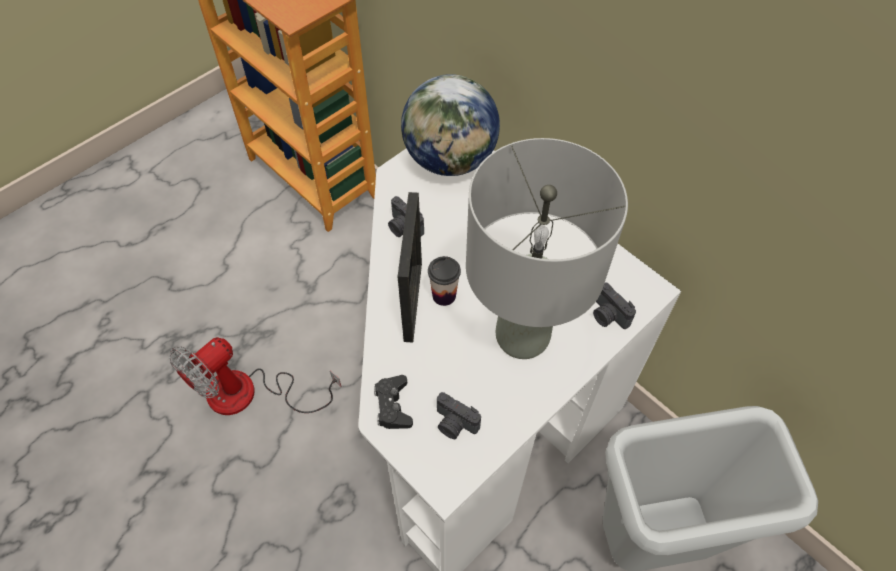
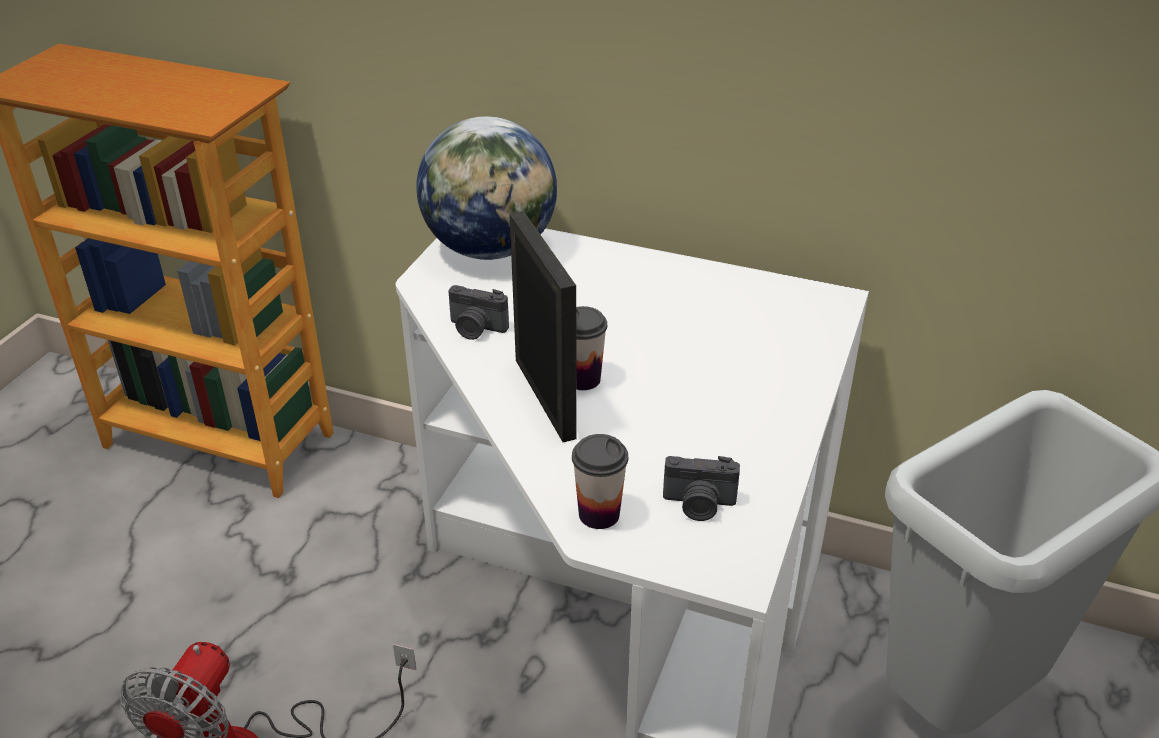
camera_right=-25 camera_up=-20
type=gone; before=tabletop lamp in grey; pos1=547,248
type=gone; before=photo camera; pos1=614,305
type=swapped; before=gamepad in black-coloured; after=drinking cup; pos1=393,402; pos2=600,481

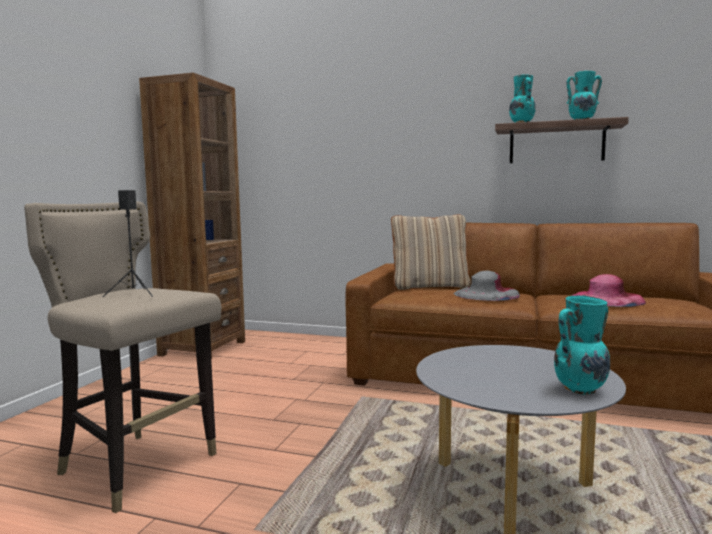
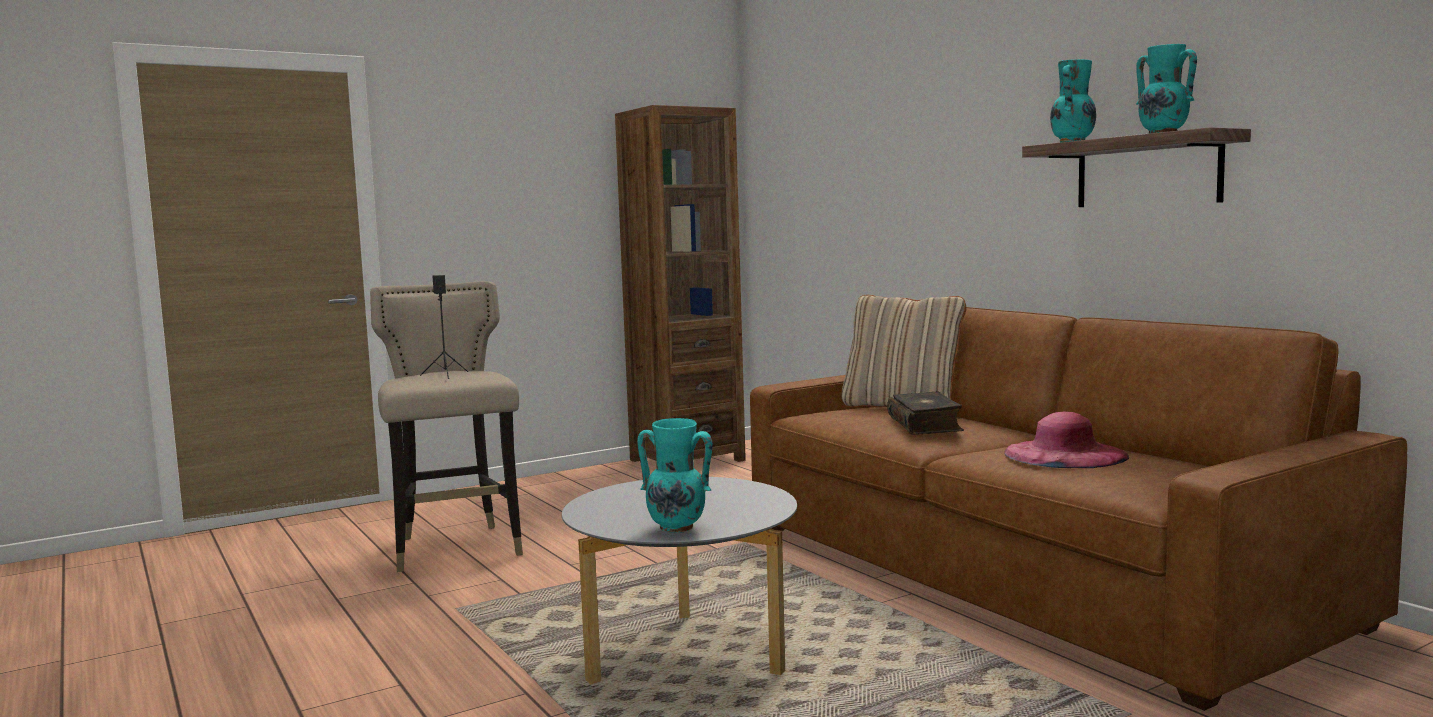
camera_right=40 camera_up=0
type=swapped; before=wearable hat in grey; after=bound book; pos1=487,286; pos2=925,413

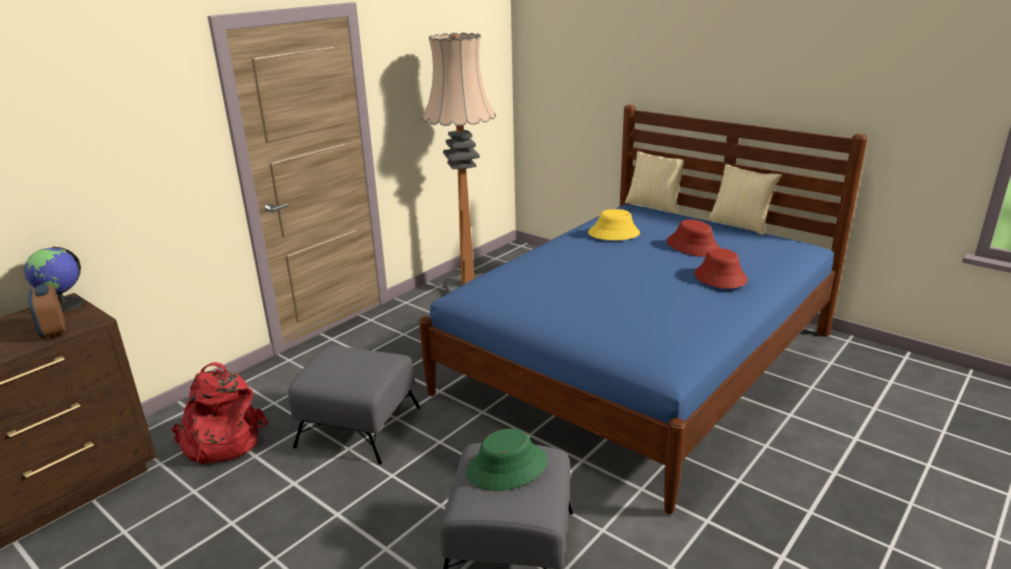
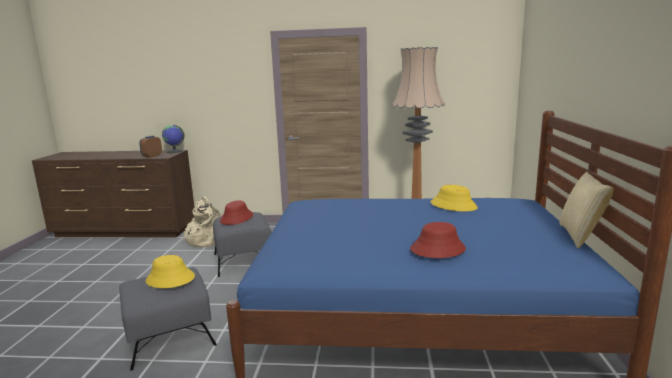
camera_right=55 camera_up=-10
type=gone; before=cushion; pos1=654,182
type=shifted; before=wearable hat in reddish; pos1=693,238; pos2=236,212
type=repainted; before=rucksack in reddish; after=rucksack in beige-coloured; pos1=219,413; pos2=202,221
type=repainted; before=wearable hat in green; after=wearable hat in yellow; pos1=506,459; pos2=170,271

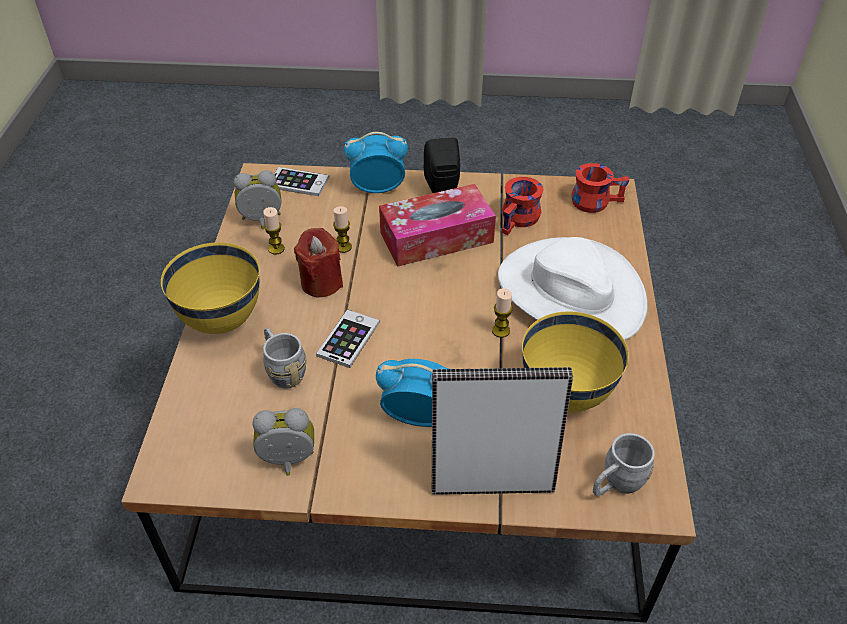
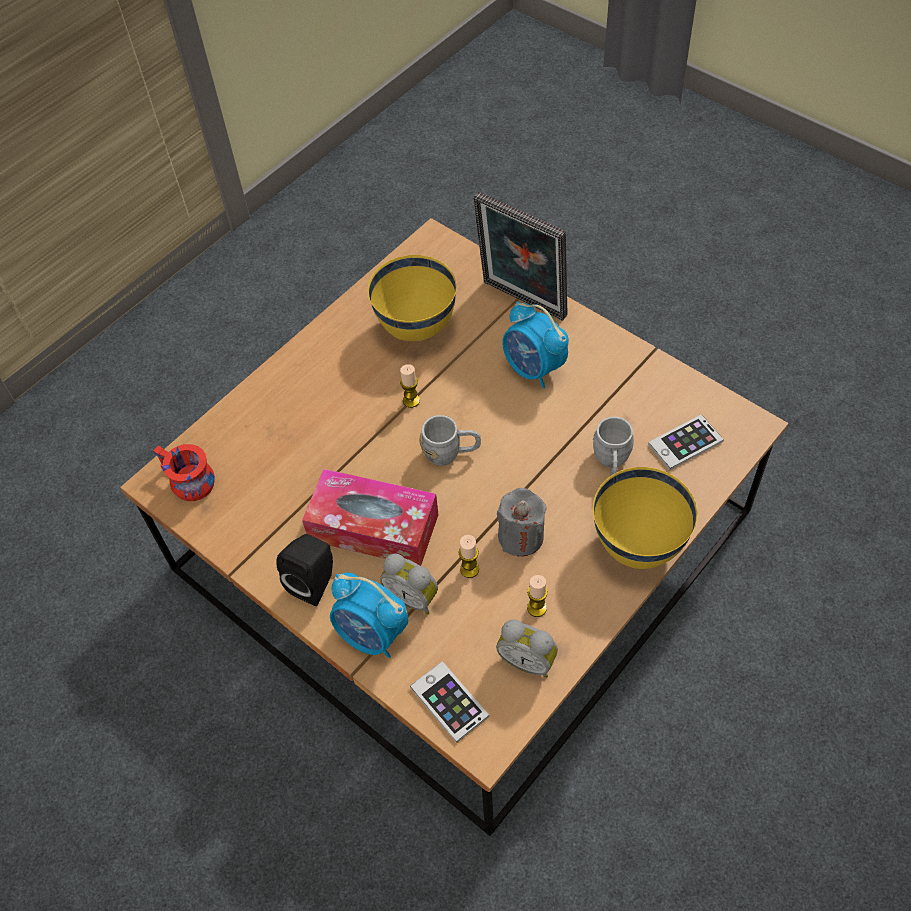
camera_right=-140 camera_up=10
type=gone; before=wearable hat in white; pos1=573,288
type=gone; before=coffee mug in reddish; pos1=522,206
type=shifted; before=alarm clock; pos1=283,442; pos2=409,584
type=shifted; before=handset; pos1=348,338; pos2=686,442
type=shifted; before=coffee mug in grey; pos1=624,464; pos2=450,440
type=repainted; before=wax light in reddish; after=wax light in grey; pos1=318,262; pos2=521,522

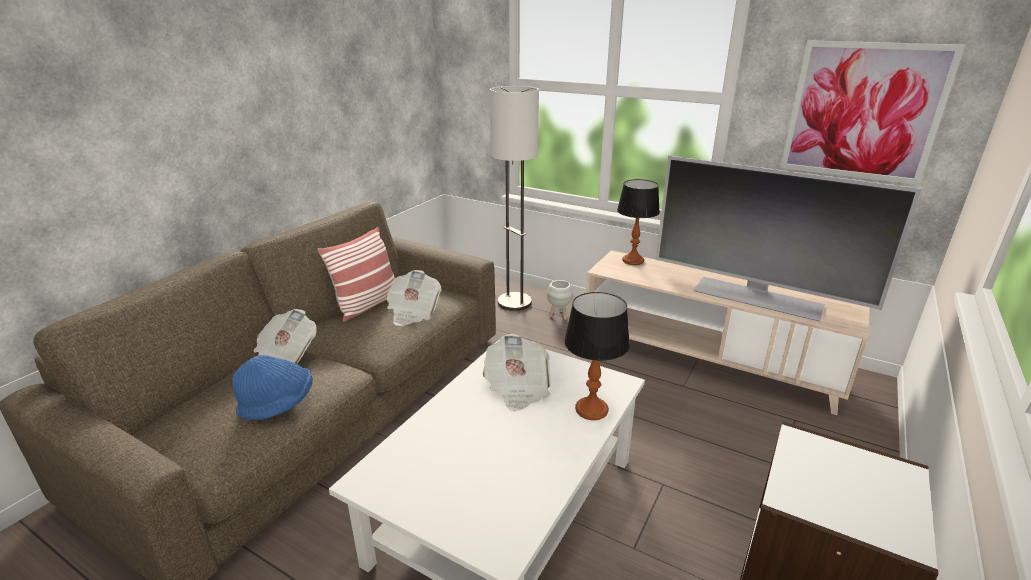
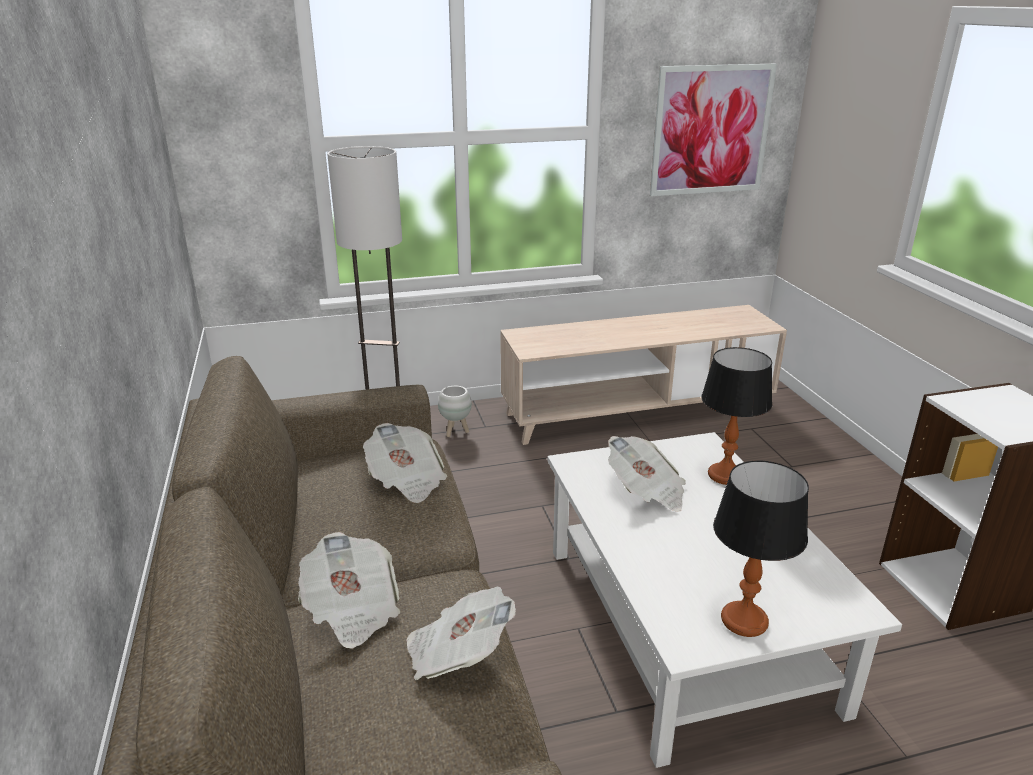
camera_right=-45 camera_up=0
type=gone; before=cushion; pos1=356,274
type=gone; before=TV set; pos1=789,239
type=shifted; before=tabletop lamp; pos1=638,222; pos2=761,549
type=swapped; before=wearable hat in blue; after=daily paper; pos1=273,387; pos2=461,633

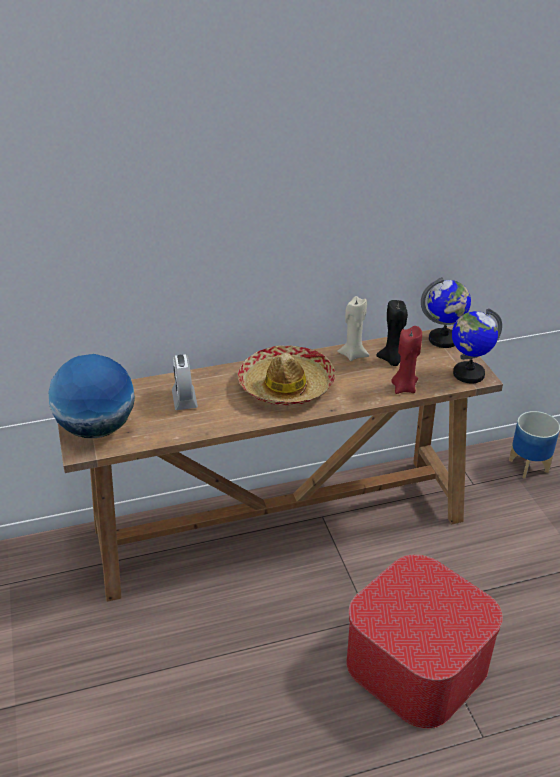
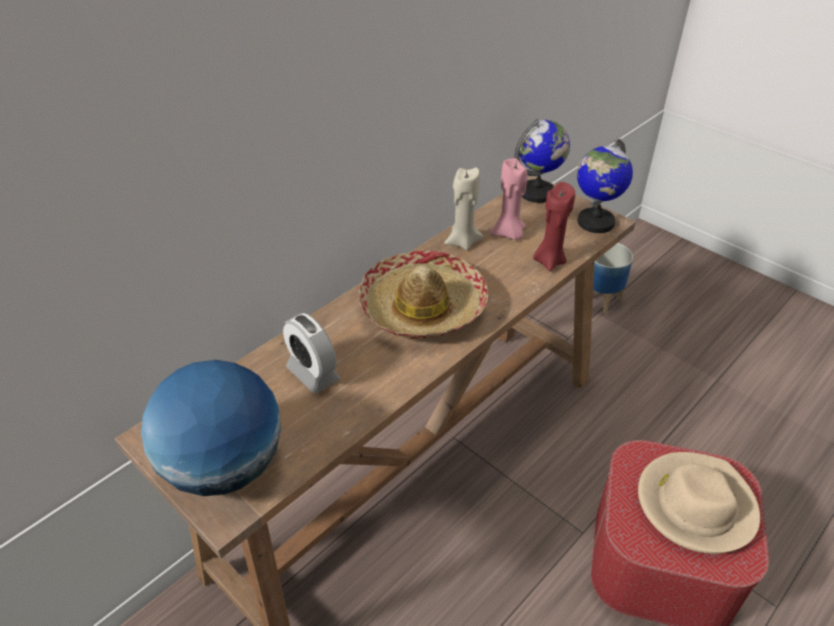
camera_right=-30 camera_up=5
type=new; after=wearable hat in beige-coloured; pos2=699,503
type=repainted; before=wax light in black-coloured; after=wax light in pink-coloured; pos1=392,333; pos2=509,199

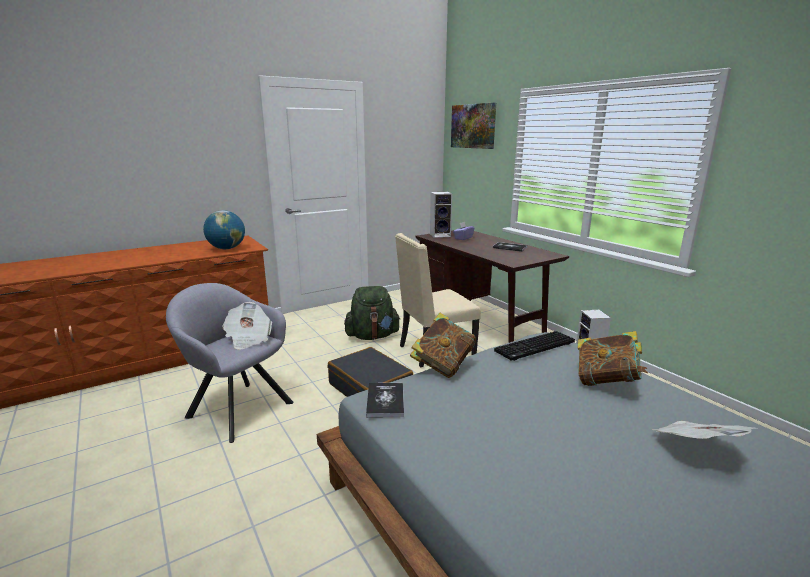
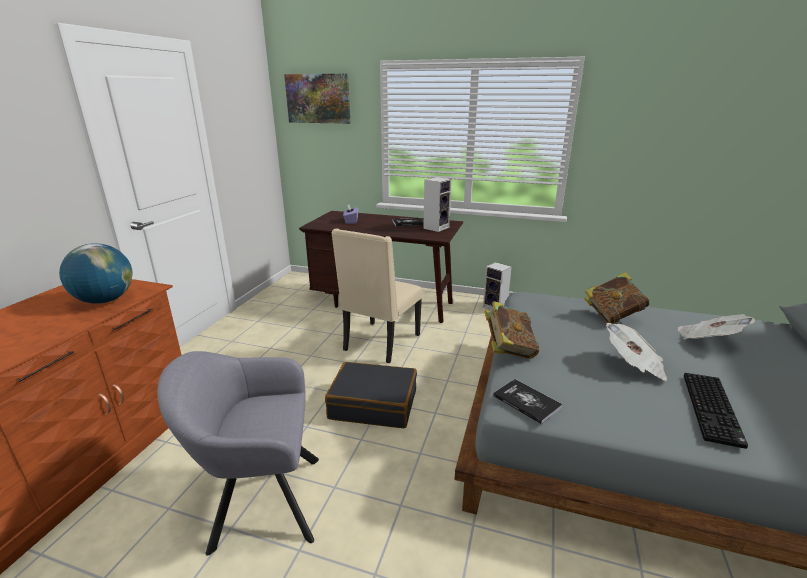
camera_right=-40 camera_up=5
type=gone; before=rucksack in green; pos1=372,313
type=shifted; before=daily paper; pos1=247,326; pos2=636,352
type=shifted; before=audio speaker; pos1=441,215; pos2=437,204
type=shifted; before=computer keyboard; pos1=534,346; pos2=716,411

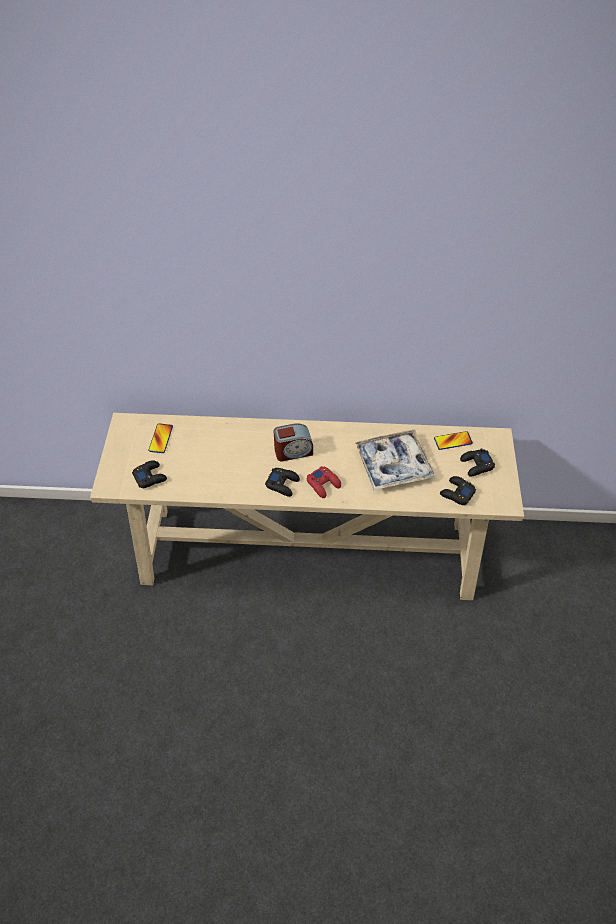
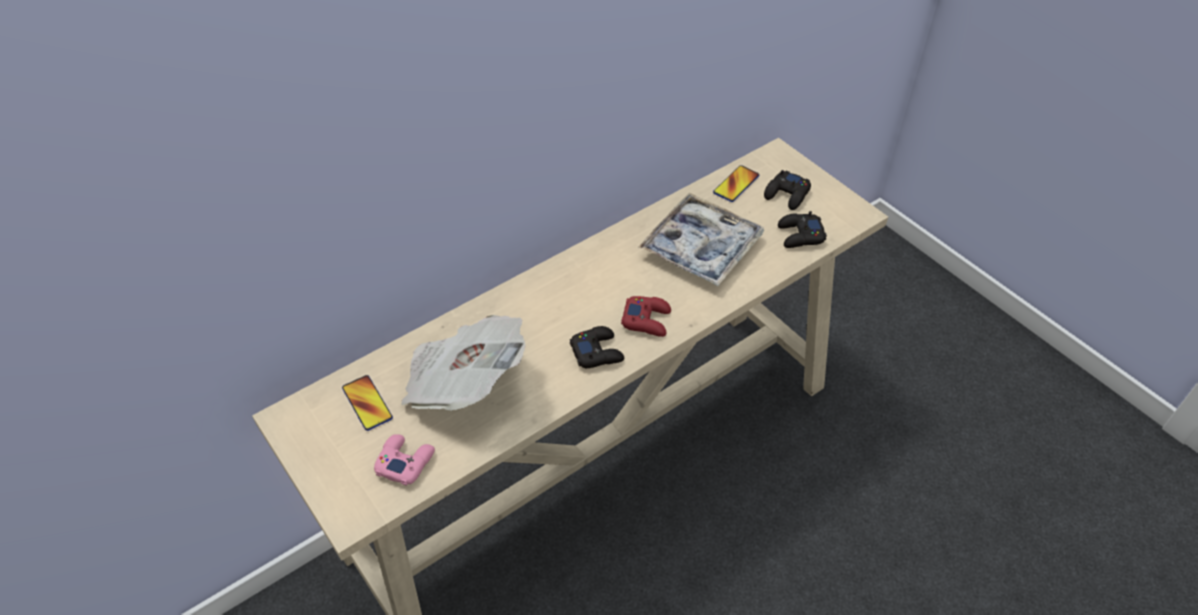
camera_right=-40 camera_up=-5
type=gone; before=alarm clock; pos1=293,442
type=new; after=daily paper; pos2=463,363
type=repainted; before=gamepad in black-coloured; after=gamepad in pink-coloured; pos1=149,474; pos2=404,460

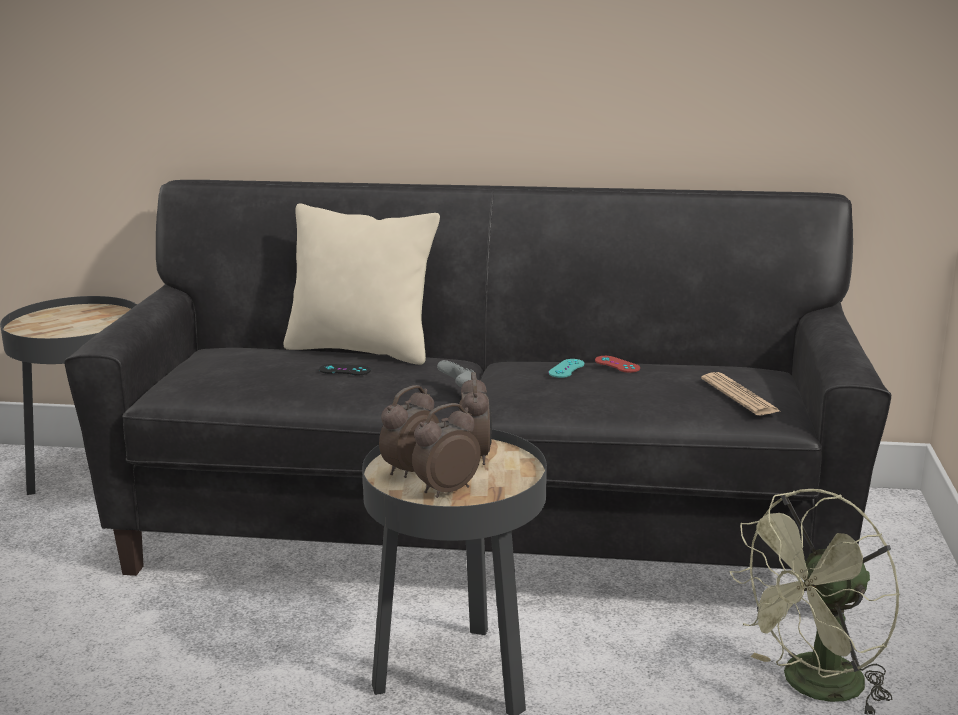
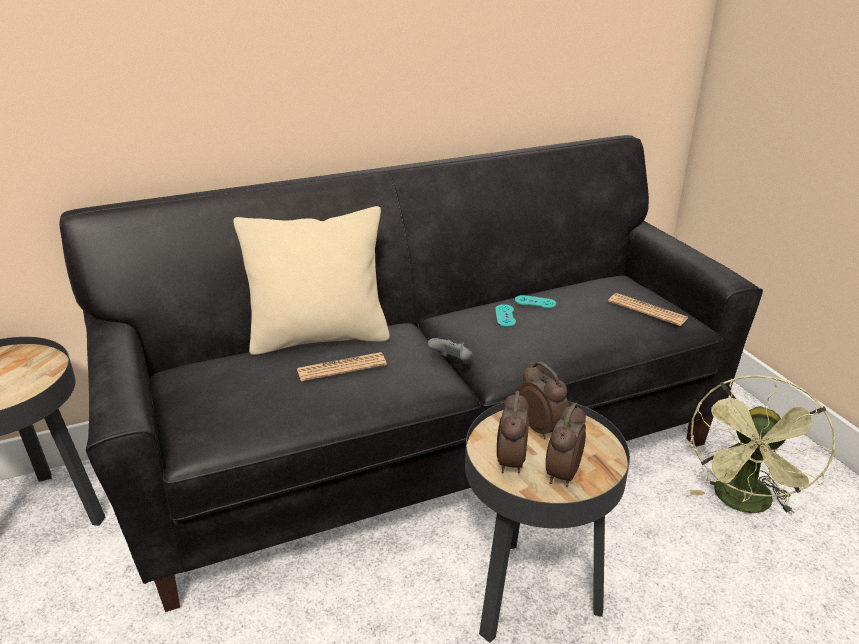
camera_right=-30 camera_up=10
type=swapped; before=gamepad in black-coloured; after=daily paper; pos1=345,369; pos2=342,366
type=repainted; before=gamepad in reddish; after=gamepad in turquoise; pos1=617,364; pos2=535,301

